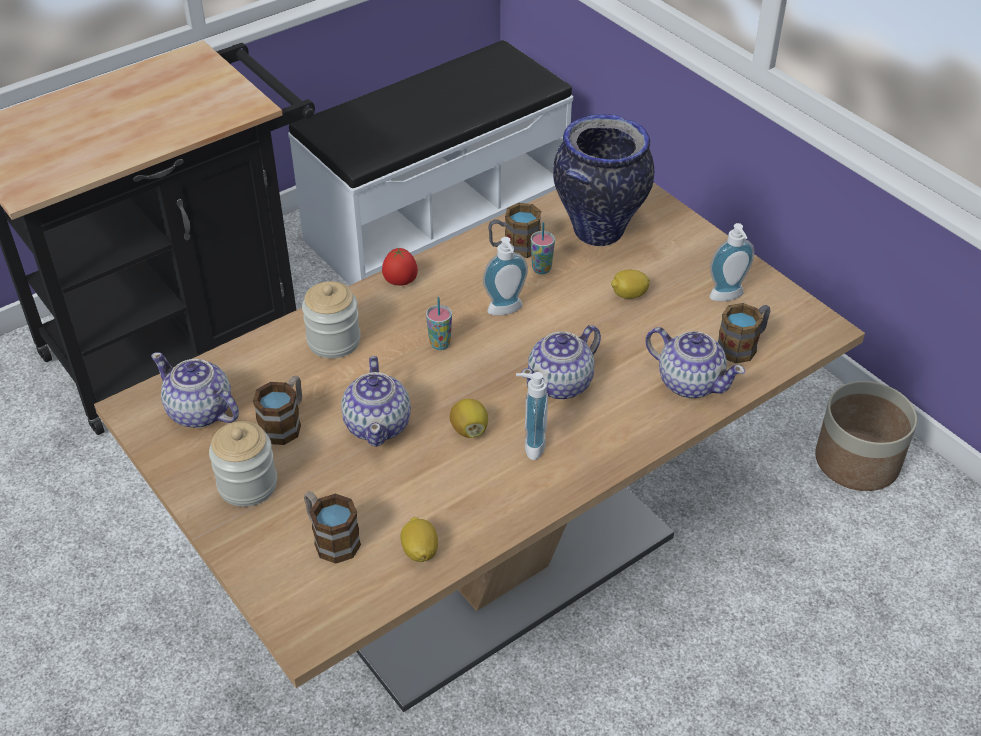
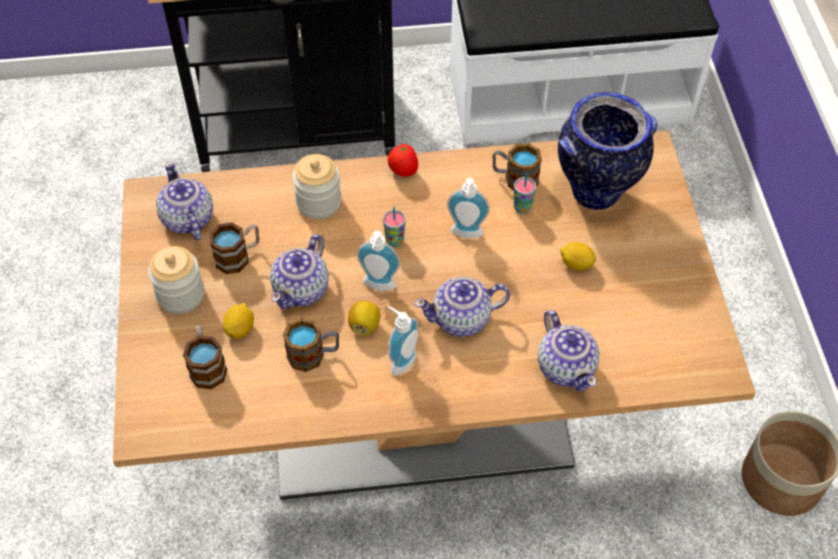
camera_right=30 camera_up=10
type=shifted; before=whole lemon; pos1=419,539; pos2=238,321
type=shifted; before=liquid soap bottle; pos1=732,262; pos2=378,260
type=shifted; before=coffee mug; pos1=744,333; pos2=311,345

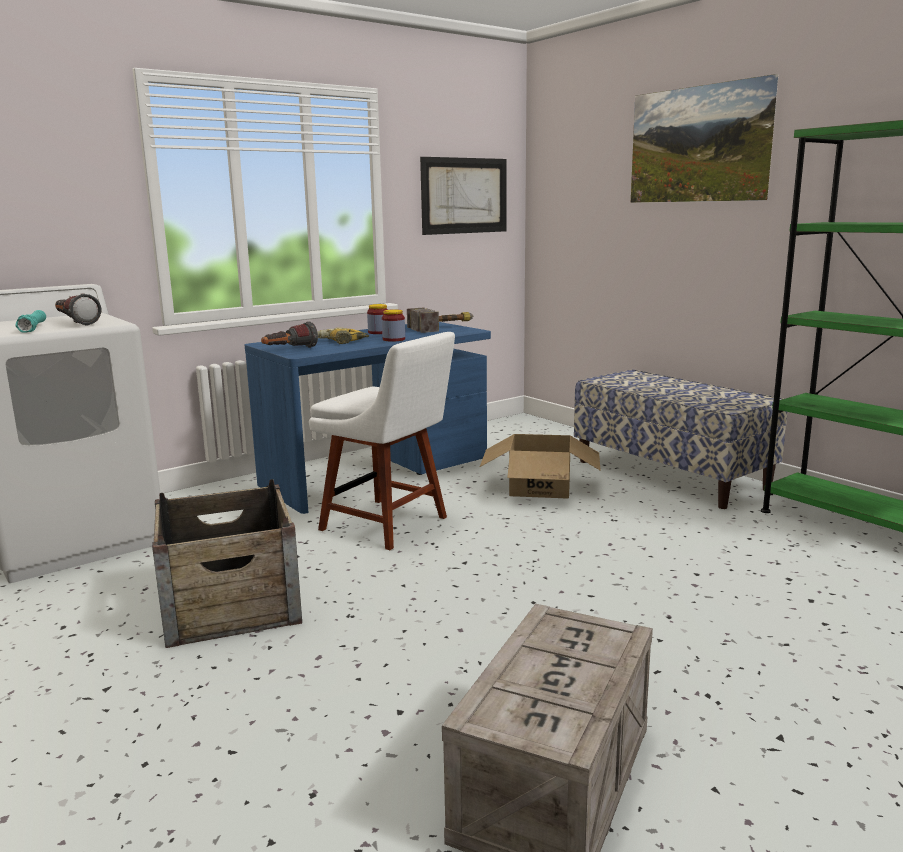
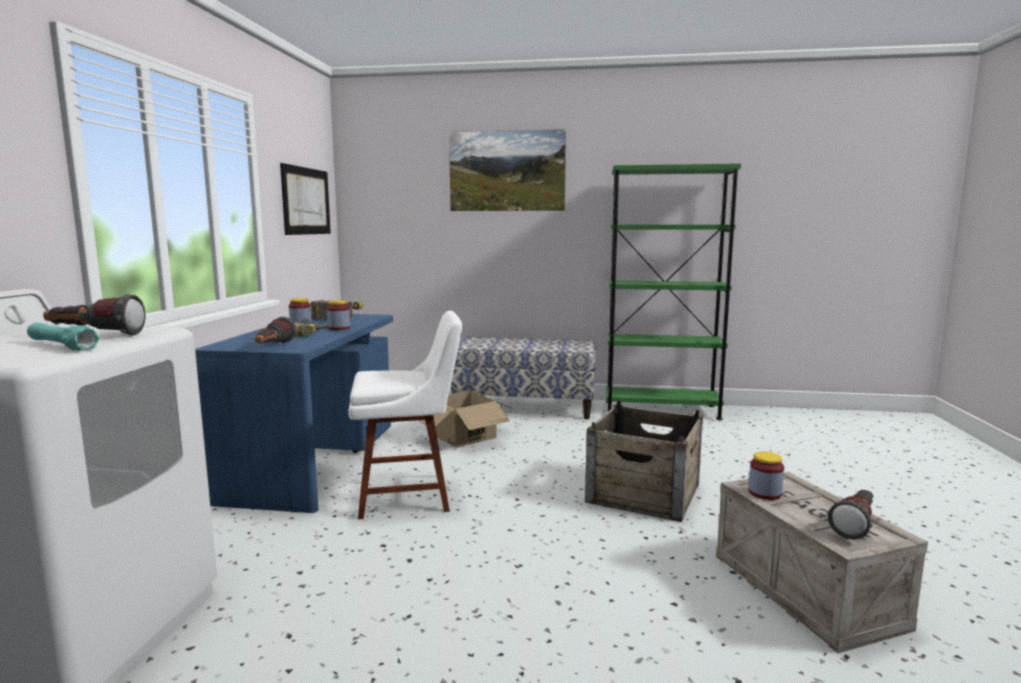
camera_right=-45 camera_up=-5
type=new; after=storage jar; pos2=766,476
type=new; after=flashlight; pos2=851,514
type=shifted; before=packing crate; pos1=227,563; pos2=644,461

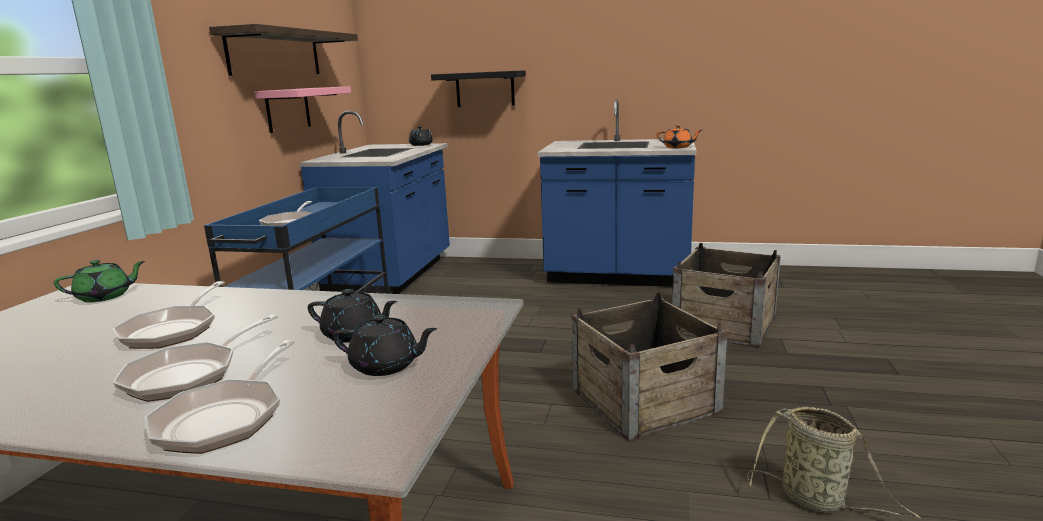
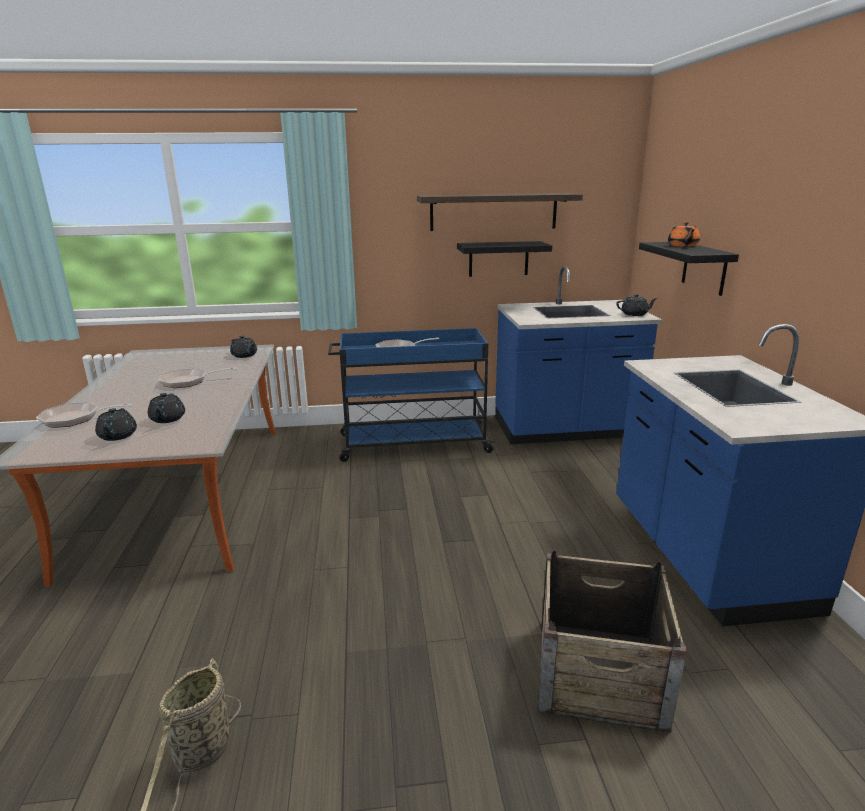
camera_right=70 camera_up=5
type=gone; before=frying pan; pos1=195,358
type=gone; before=packing crate; pos1=650,367
type=shifted; before=pot for tea in orangey; pos1=678,136; pos2=684,234
type=repainted; before=pot for tea in green; after=pot for tea in black-coloured; pos1=99,281; pos2=243,347
type=repainted; before=wall shelf in pink-coloured; after=wall shelf in black-coloured; pos1=302,109; pos2=504,259

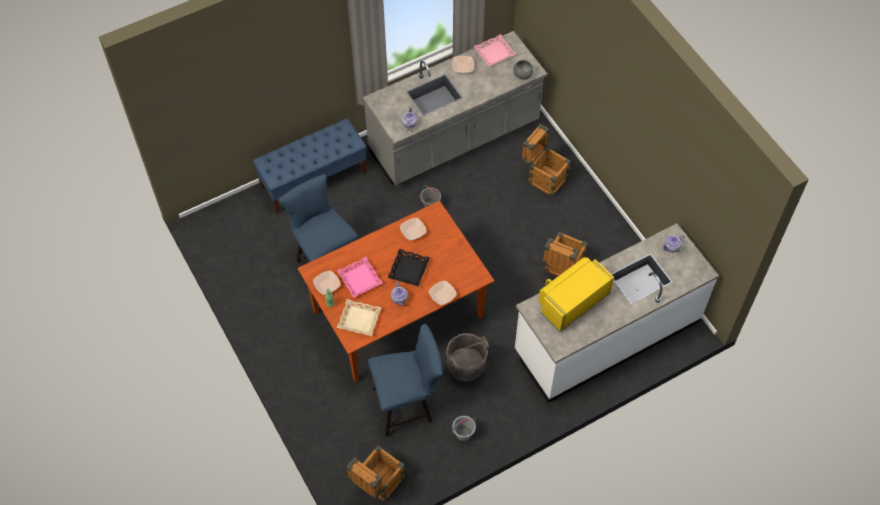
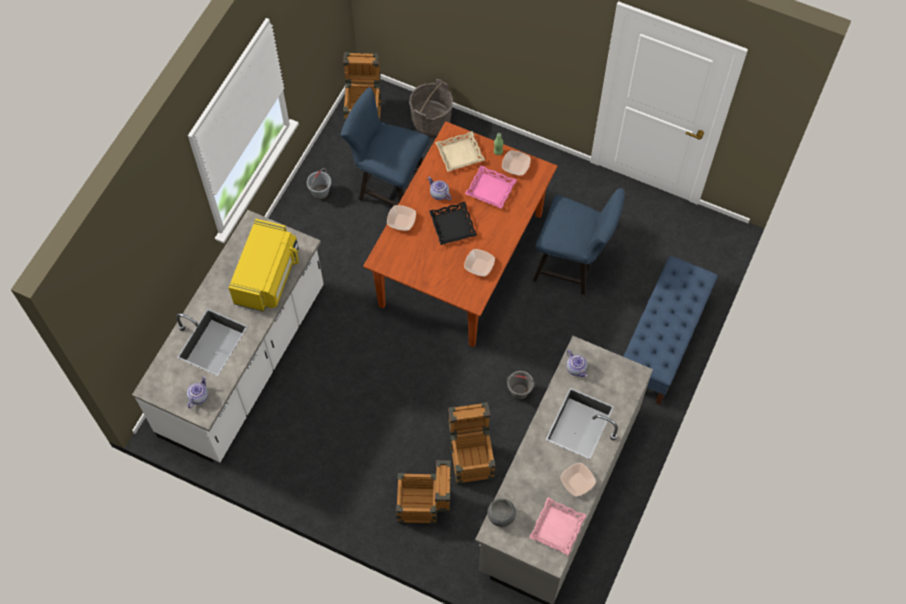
camera_right=145 camera_up=5
type=shifted; before=pail in grey; pos1=467,357; pos2=431,107
type=shifted; before=packing crate; pos1=565,254; pos2=472,443
type=rotated; before=upright chair in blue; pos1=405,380; pos2=385,146; turn=75

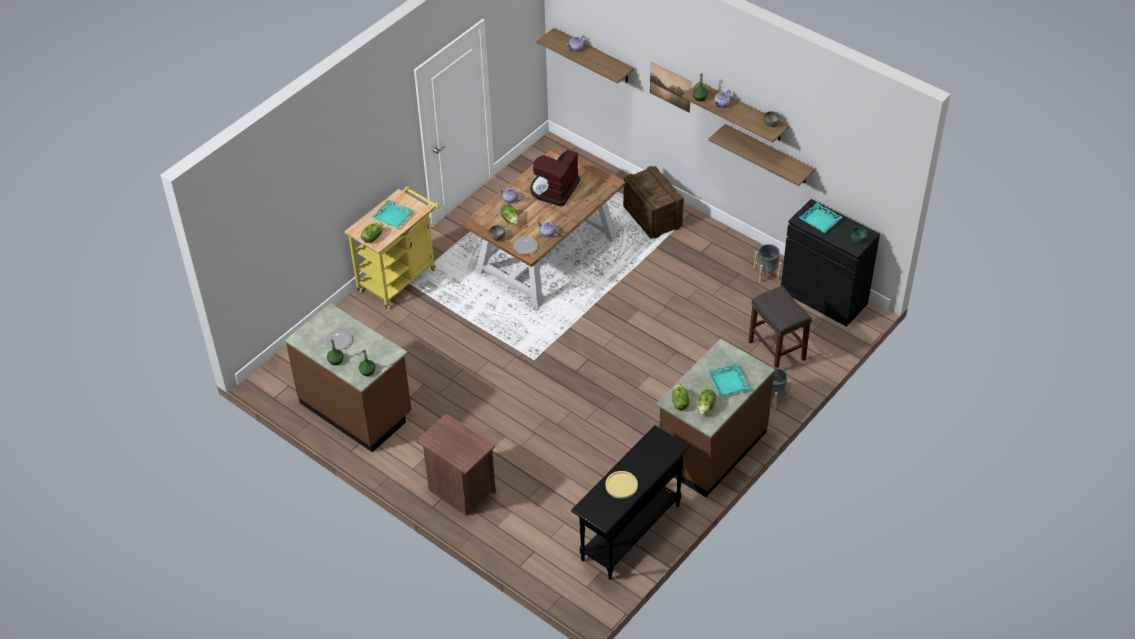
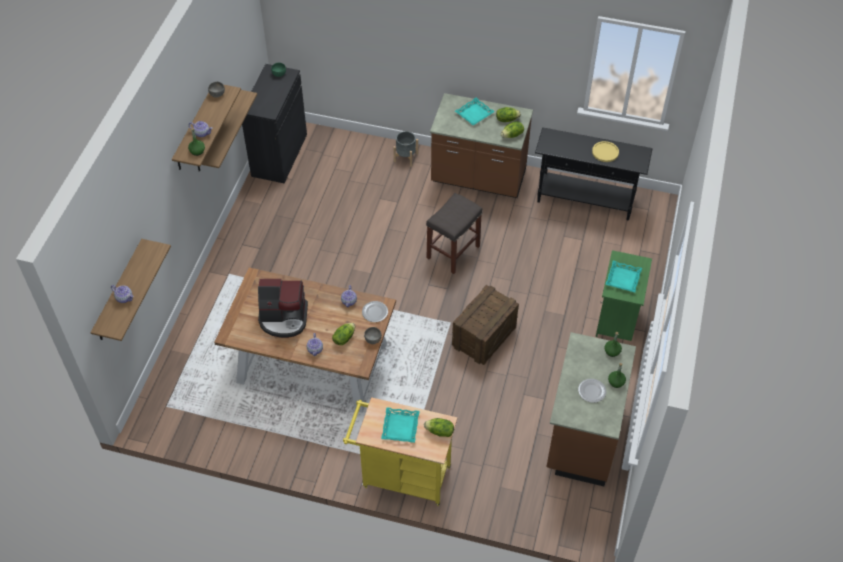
camera_right=-115 camera_up=5
type=gone; before=wall art; pos1=671,87
type=gone; before=plant pot in grey; pos1=768,263
type=shifted; before=packing crate; pos1=653,202; pos2=485,325
type=shifted; before=sitting stool in grey; pos1=780,327; pos2=454,233
type=shifted; before=tray in turquoise; pos1=821,218; pos2=623,276
type=repainted; before=night table in brownish; after=night table in green; pos1=456,465; pos2=624,295

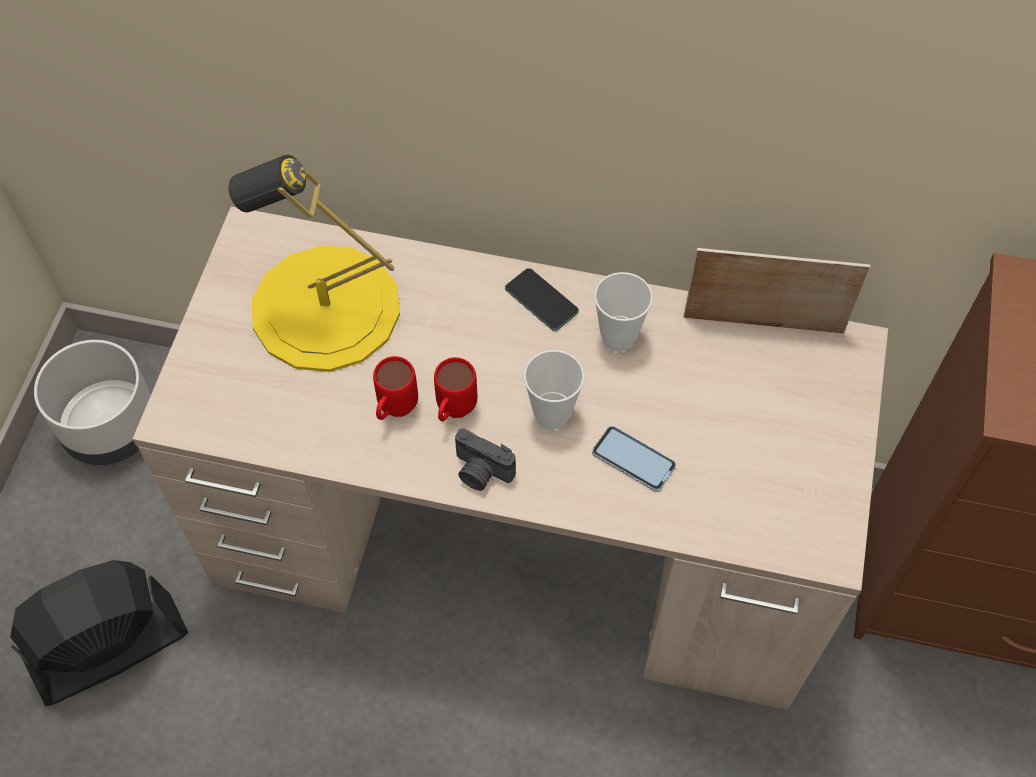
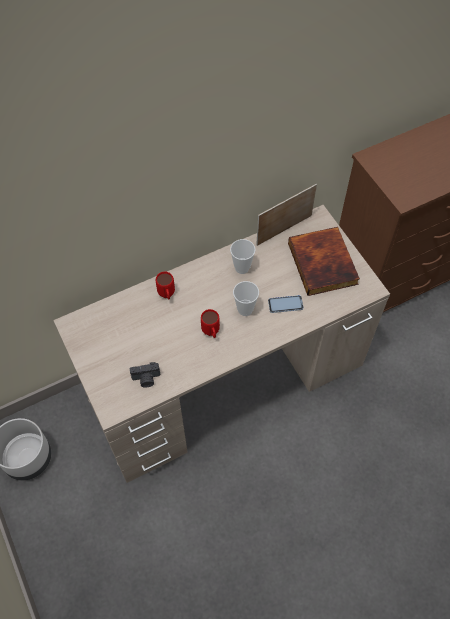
camera_right=-40 camera_up=0
type=gone; before=cooling fan in black-coloured; pos1=99,633
type=gone; before=tabletop lamp in yellow; pos1=314,263
type=gone; before=handset; pos1=542,299
type=new; after=bound book; pos2=324,261
type=shifted; before=coffee mug in reddish; pos1=395,388; pos2=165,286
type=shifted; before=photo camera; pos1=485,459; pos2=145,375

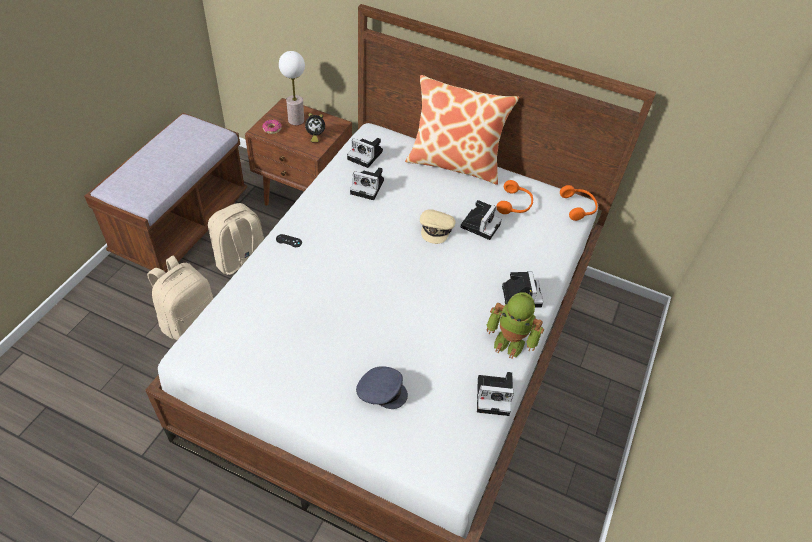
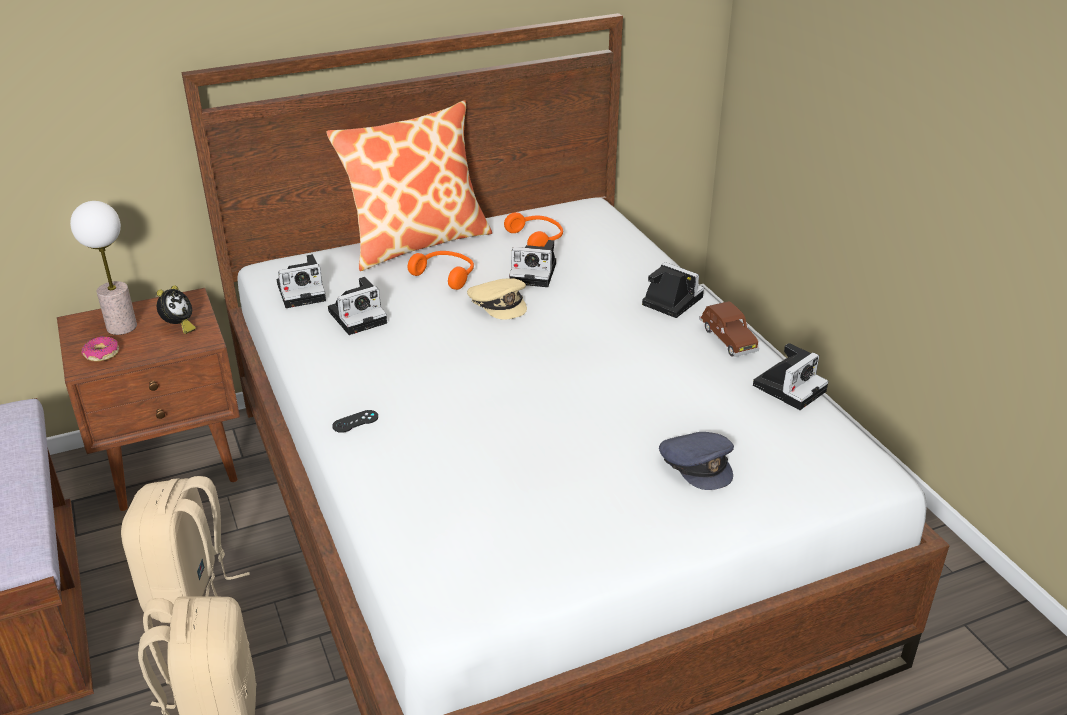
camera_right=-45 camera_up=-15
type=shifted; before=headset in orangey; pos1=579,203; pos2=441,270
type=swapped; before=toy robot; after=model car in brownish; pos1=515,326; pos2=729,329
type=rotated; before=cap in grey; pos1=382,387; pos2=696,461; turn=90
type=rotated; before=photo camera; pos1=481,220; pos2=532,263; turn=120

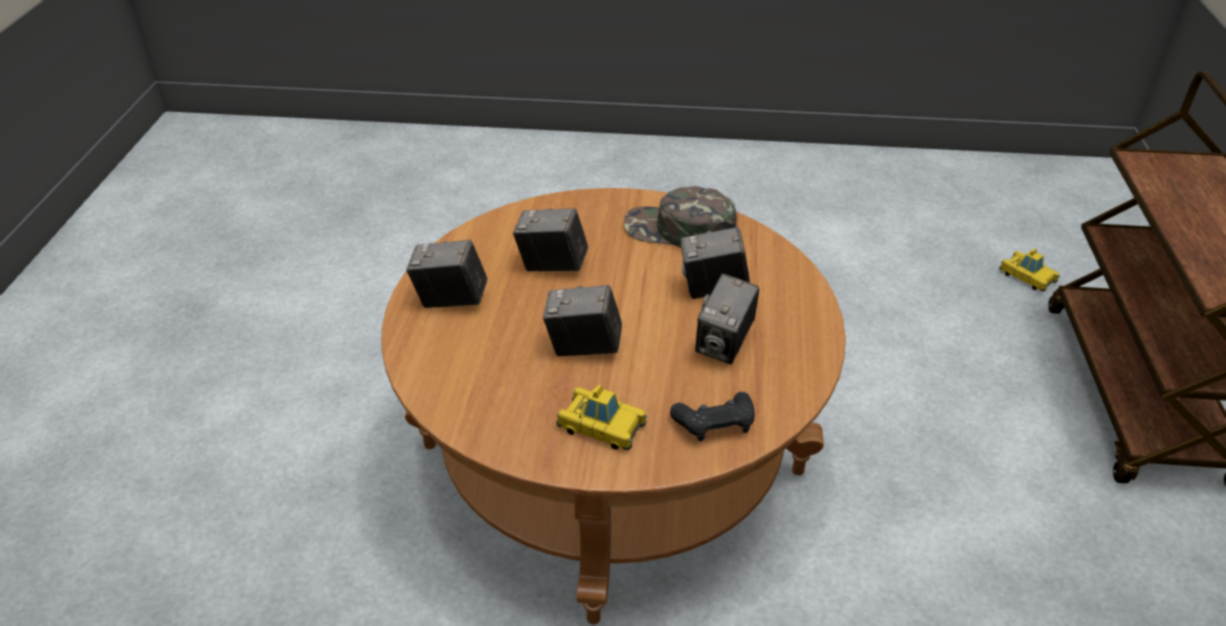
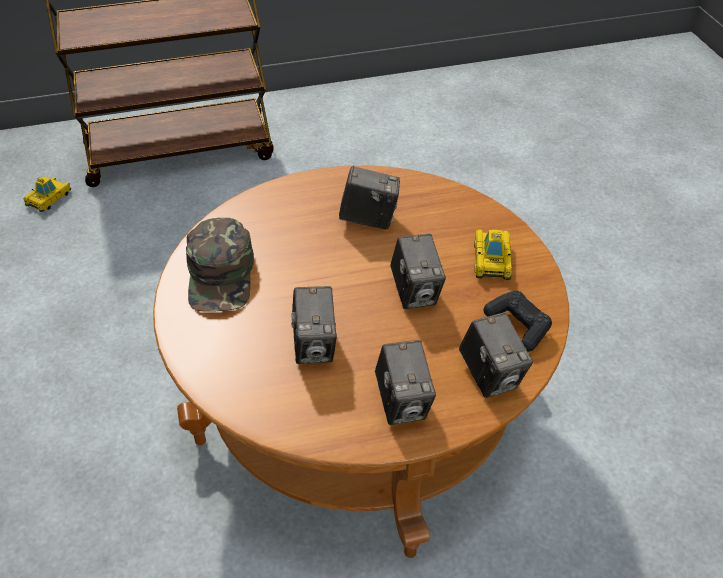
camera_right=-110 camera_up=5
type=shifted; before=gamepad in black-coloured; pos1=712,416; pos2=518,321
type=shifted; before=photo camera; pos1=715,263; pos2=496,355

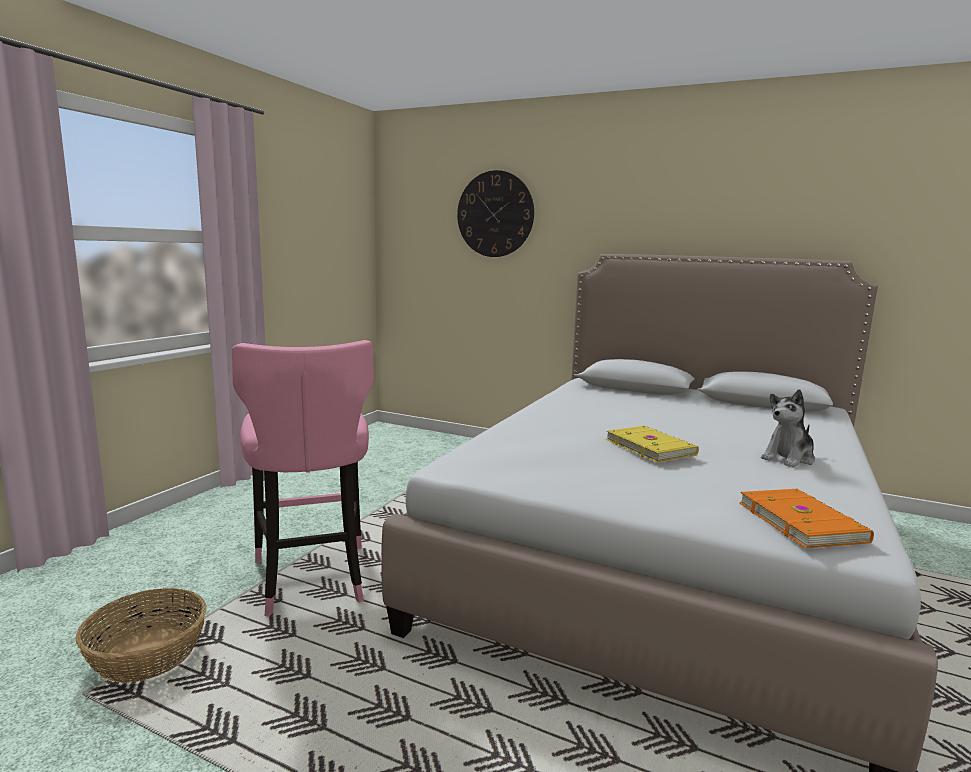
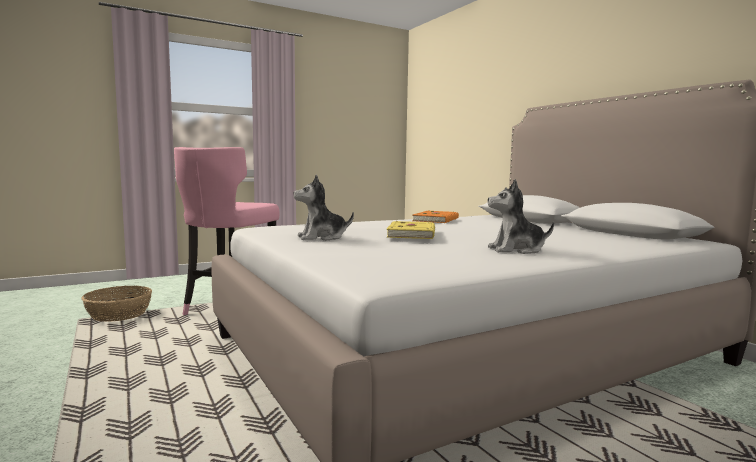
camera_right=35 camera_up=-5
type=gone; before=hanging clock; pos1=495,213
type=new; after=soft toy; pos2=324,207
type=shifted; before=bound book in orangey; pos1=806,519; pos2=435,216

